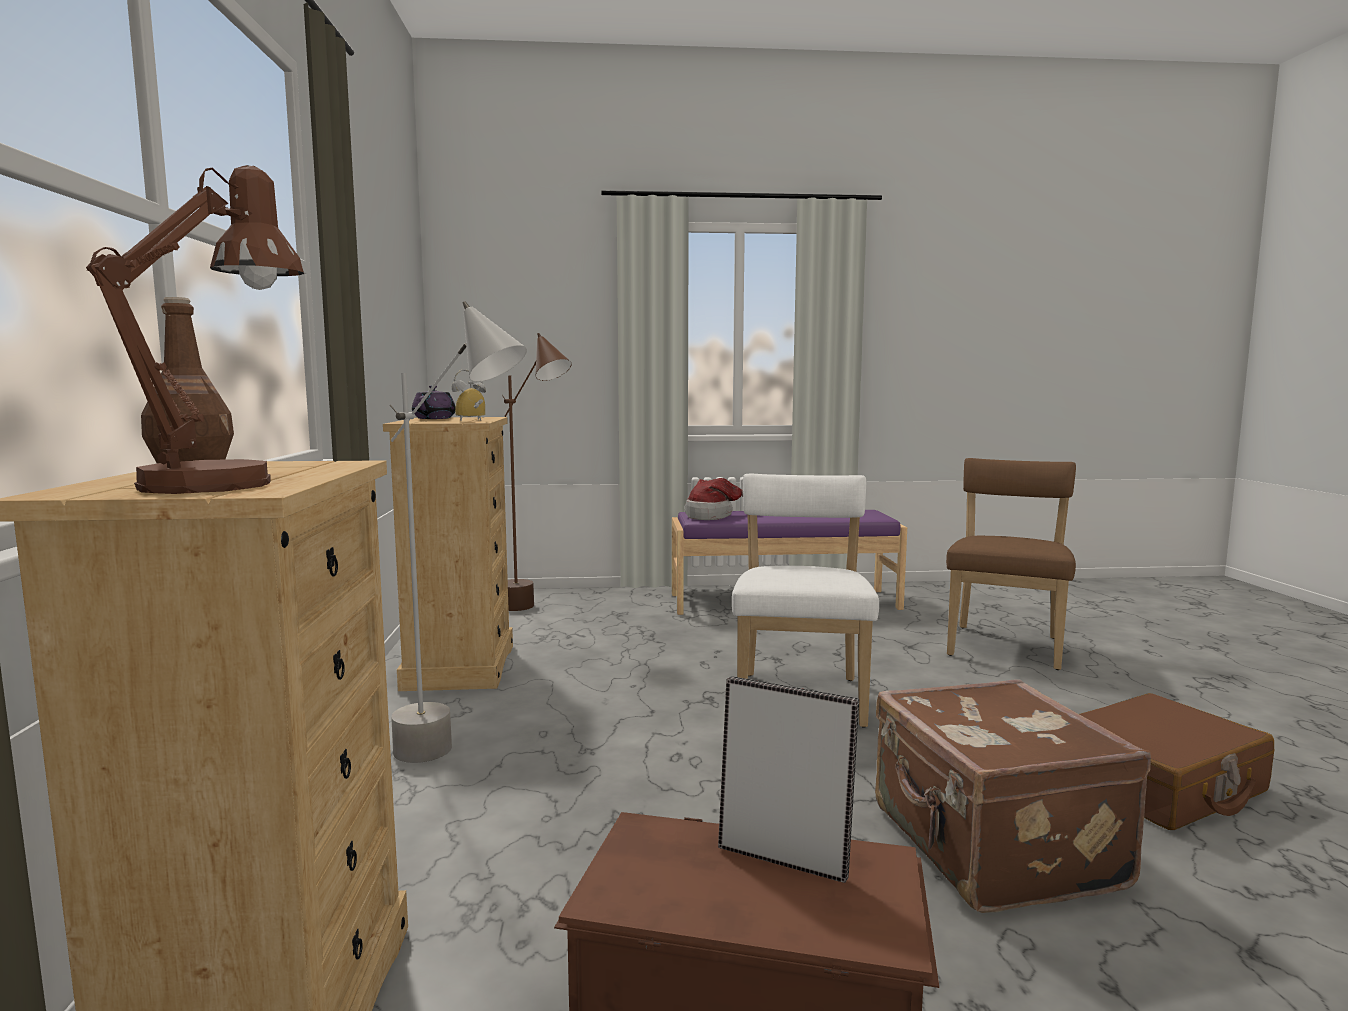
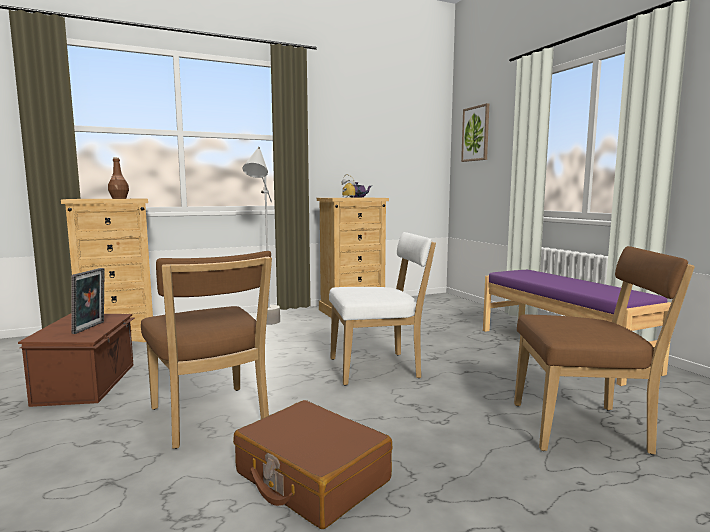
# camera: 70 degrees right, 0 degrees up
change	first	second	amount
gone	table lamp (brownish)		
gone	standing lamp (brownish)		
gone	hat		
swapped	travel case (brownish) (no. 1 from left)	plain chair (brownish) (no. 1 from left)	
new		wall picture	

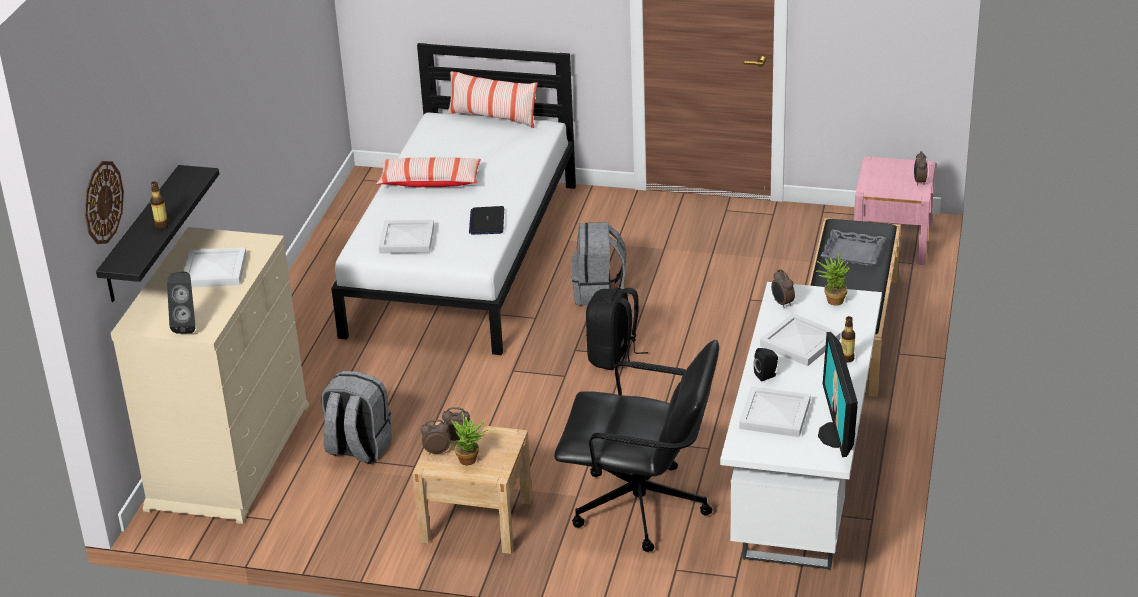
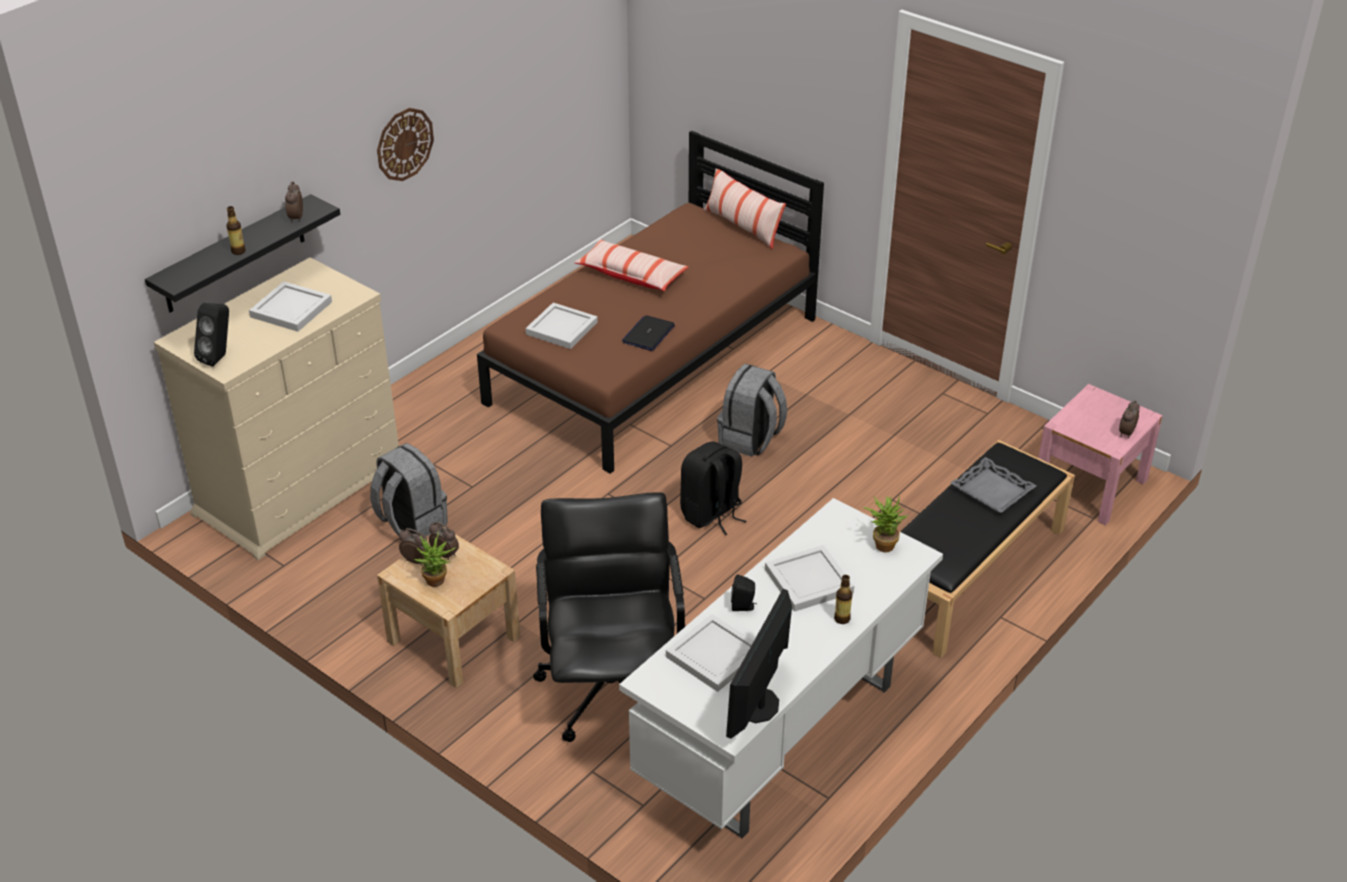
# camera: 25 degrees right, 5 degrees up
change	first	second	amount
repainted	sleeping bed (white-coloured)	sleeping bed (brownish)	
shifted	clock on the wall		
shifted	table clock (no. 3 from left in the first image)	table clock (no. 1 from left)	
rotated	office chair (blackish)		135 degrees counterclockwise

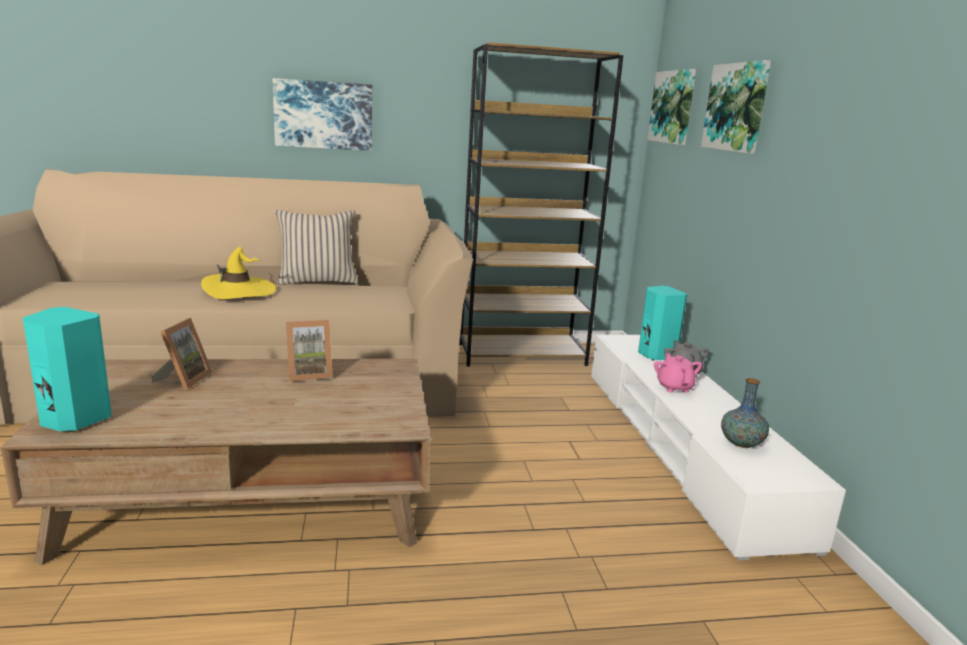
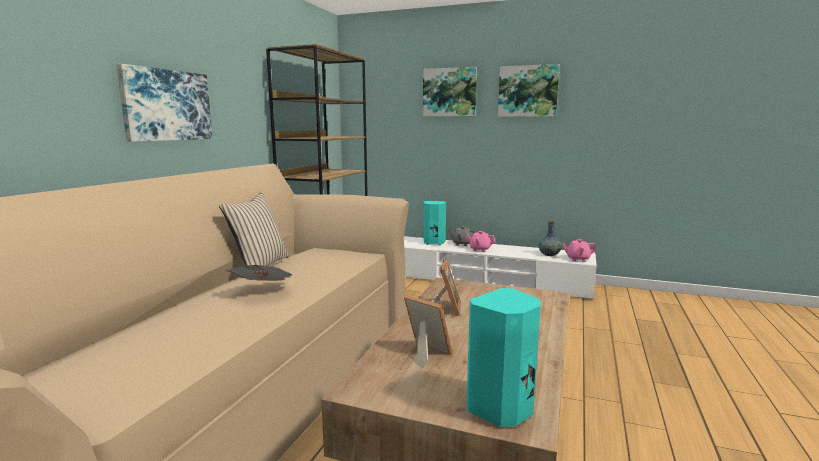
# camera: 60 degrees left, 5 degrees down
change	first	second	amount
shifted	wall picture (no. 2 from left in the first image)	wall picture (no. 3 from left)	
swapped	hat (yellowish)	daily paper	
new		teapot (pink-coloured) (no. 2 from left)	

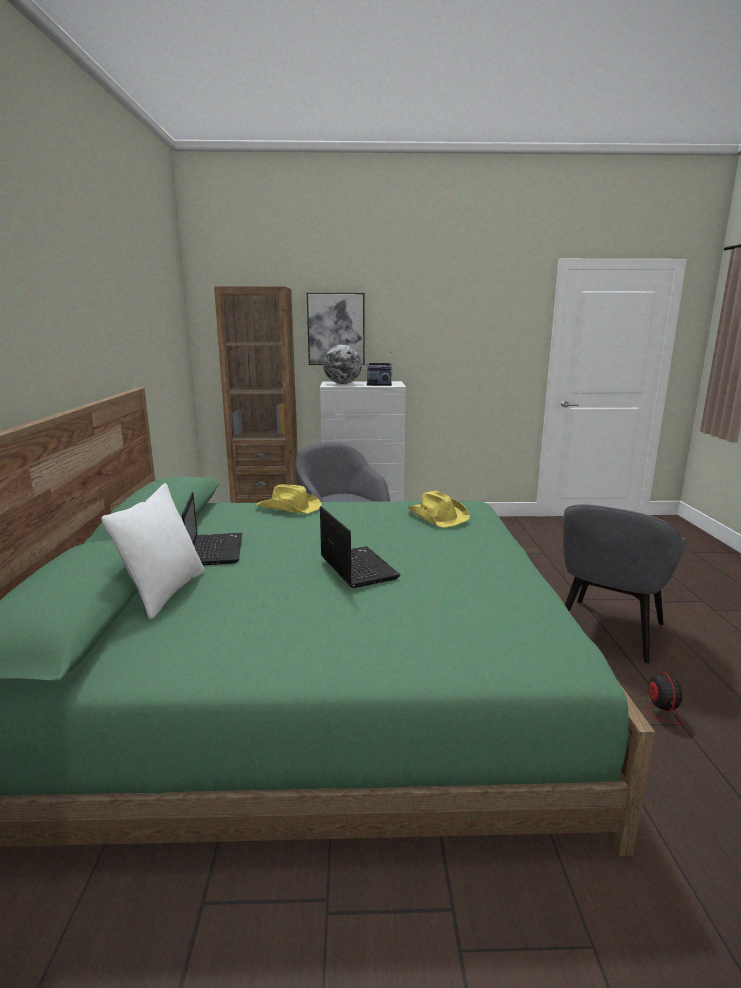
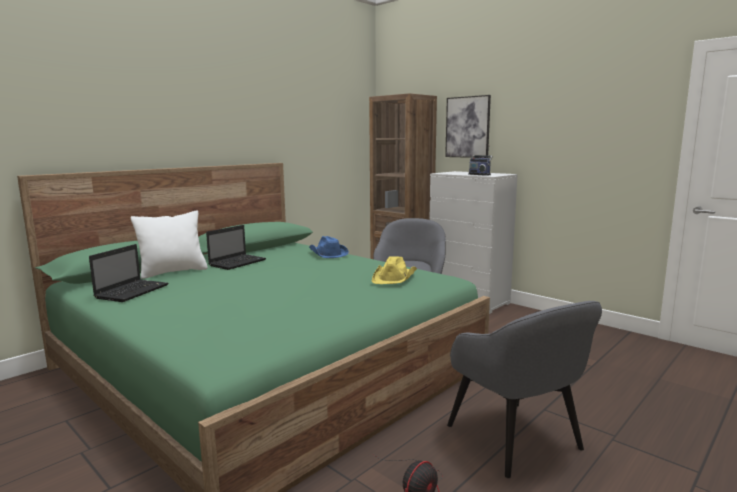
# camera: 45 degrees right, 5 degrees down
change	first	second	amount
gone	globe		
repainted	hat (yellowish) (no. 1 from left)	hat (bluish)	
rotated	easy chair (gray) (no. 2 from left)		105 degrees counterclockwise
shifted	notebook computer (no. 2 from left in the first image)	notebook computer (no. 1 from left)	

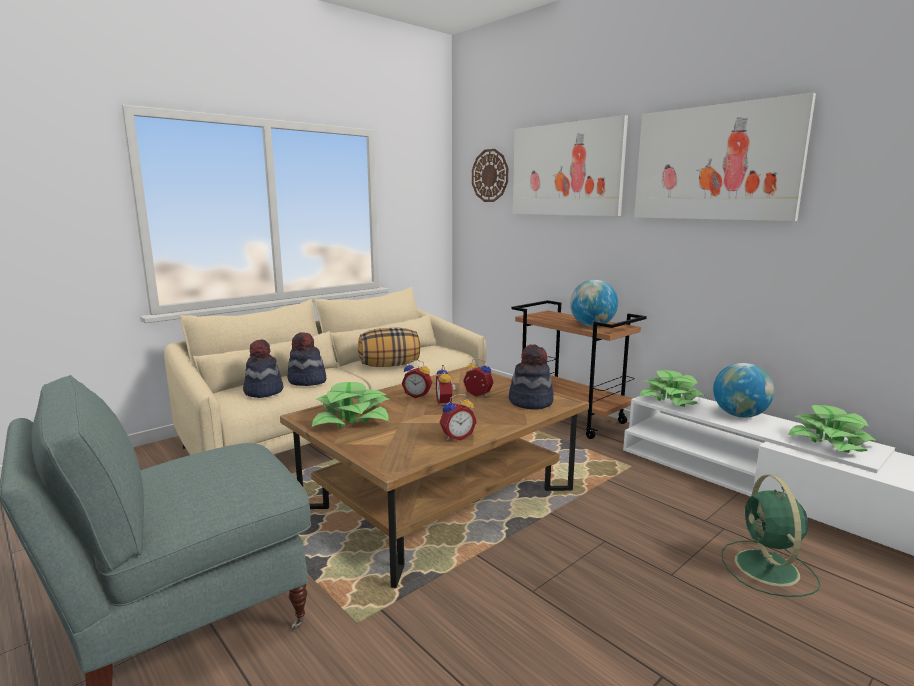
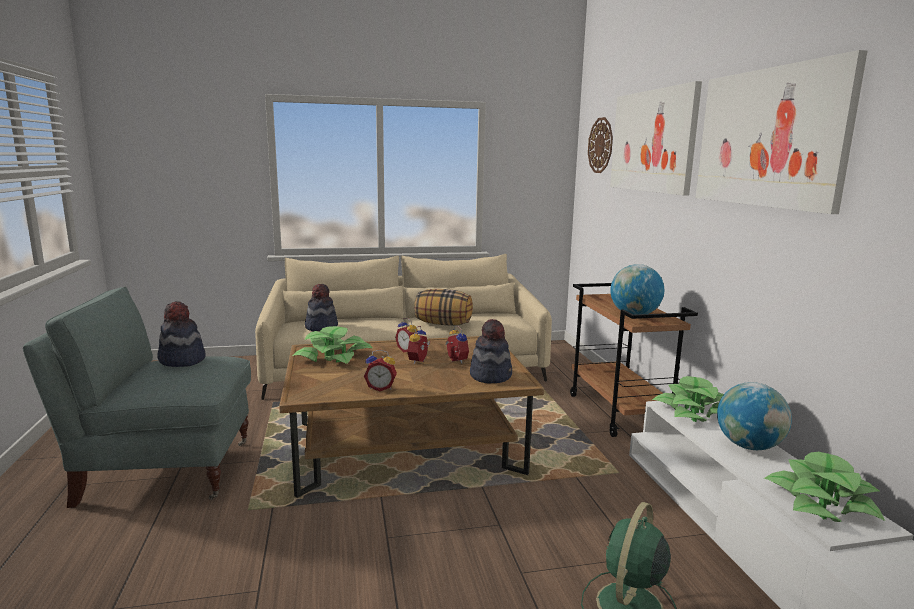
# camera: 30 degrees right, 0 degrees up
change	first	second	amount
shifted	hat (no. 2 from left in the first image)	hat (no. 1 from left)	

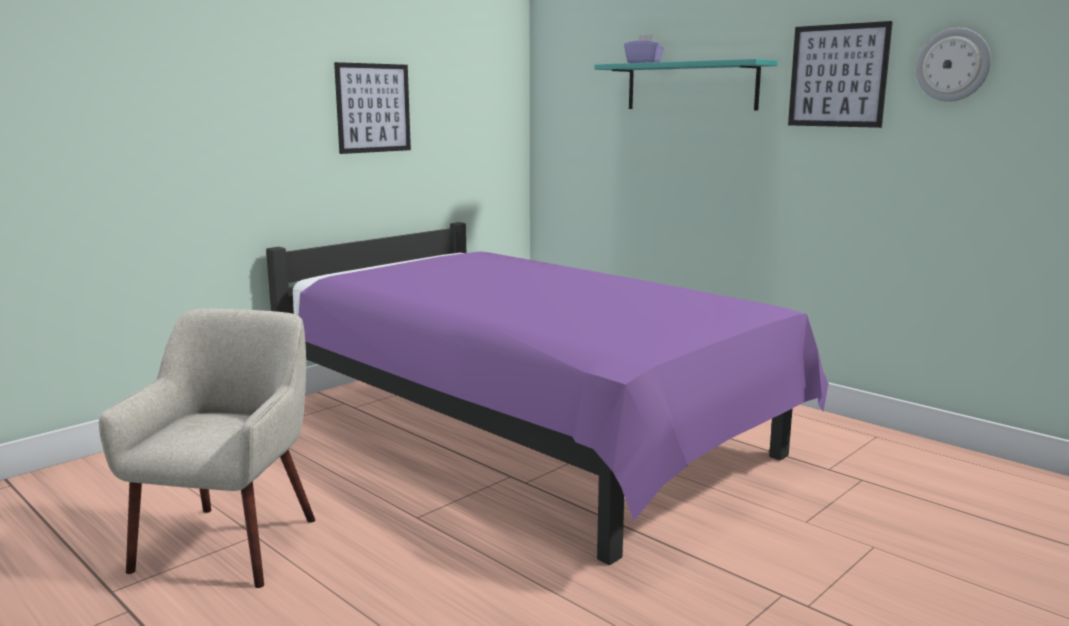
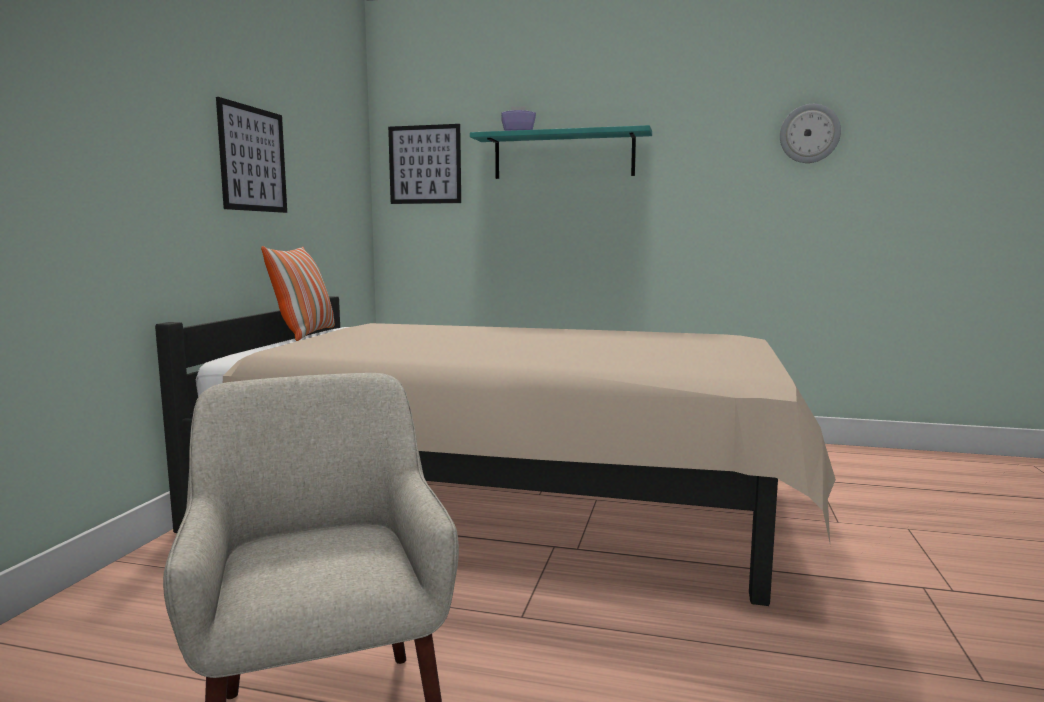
# camera: 30 degrees left, 5 degrees down
change	first	second	amount
shifted	wall picture (no. 2 from left)		
repainted	sleeping bed (purplish)	sleeping bed (beige-coloured)	
new		pillow	

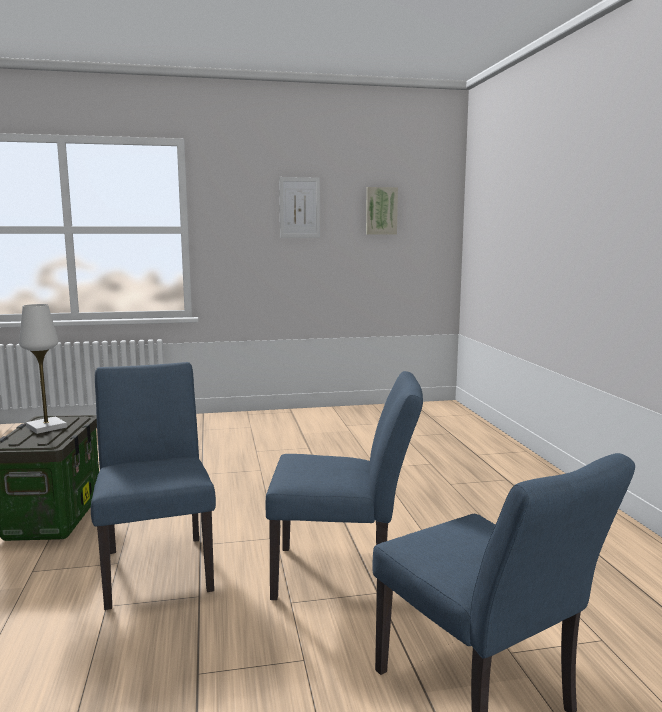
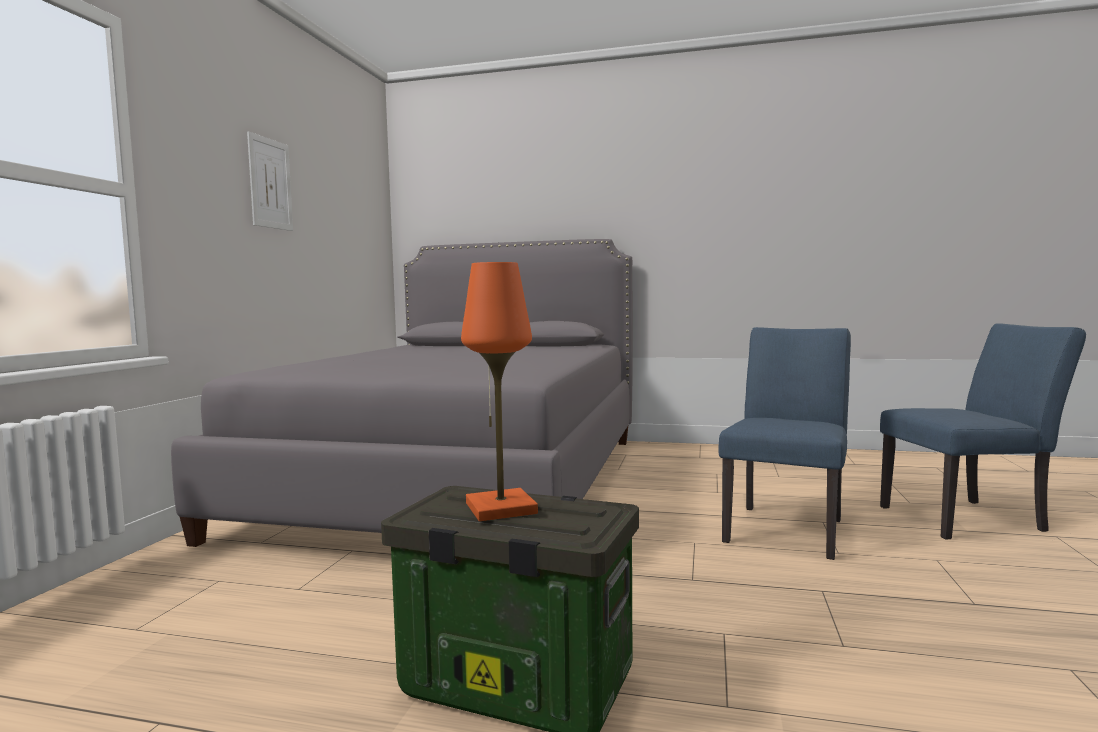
# camera: 65 degrees left, 5 degrees down
change	first	second	amount
gone	wall picture (no. 2 from left)		
repainted	table lamp (white-coloured)	table lamp (orangey)	
gone	plain chair (bluish) (no. 1 from left)		
new		sleeping bed (gray)	

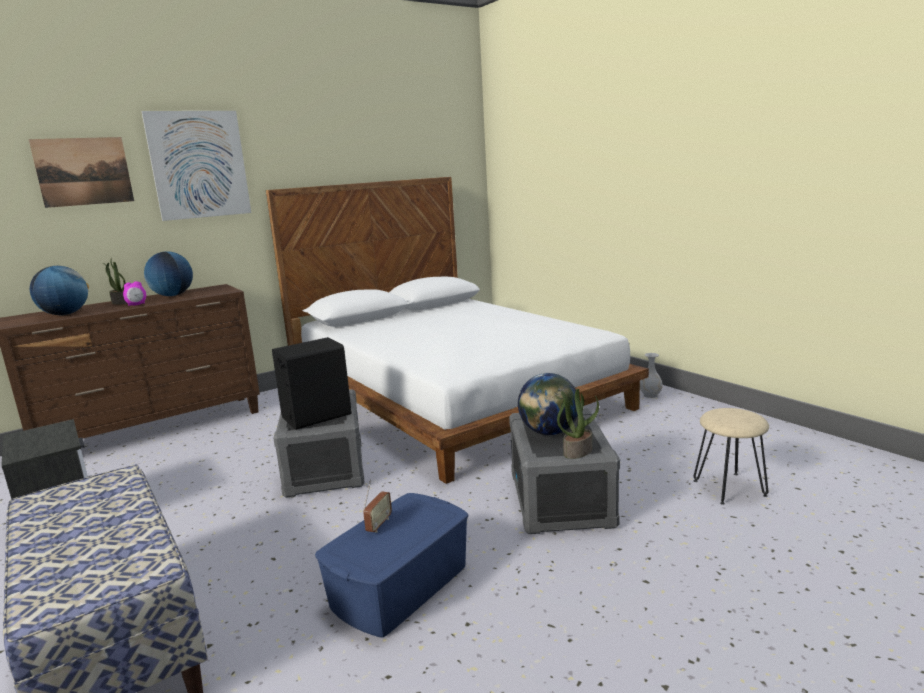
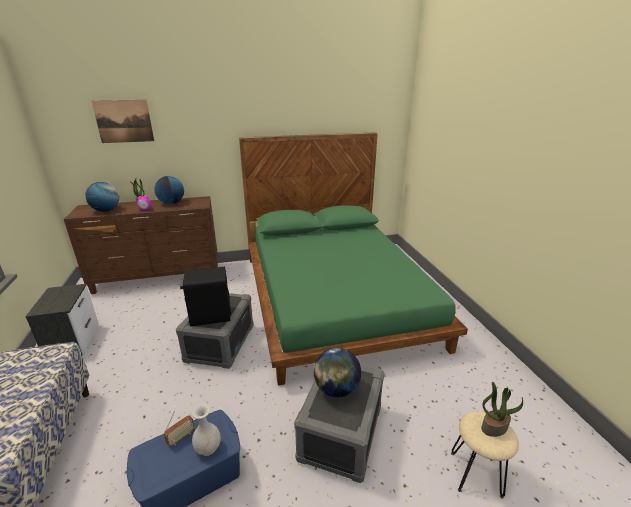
# camera: 20 degrees right, 10 degrees up
change	first	second	amount
gone	wall picture (no. 2 from left)		
repainted	sleeping bed (white-coloured)	sleeping bed (green)	
shifted	vase (white-coloured)		
shifted	houseplant (no. 2 from left)		

